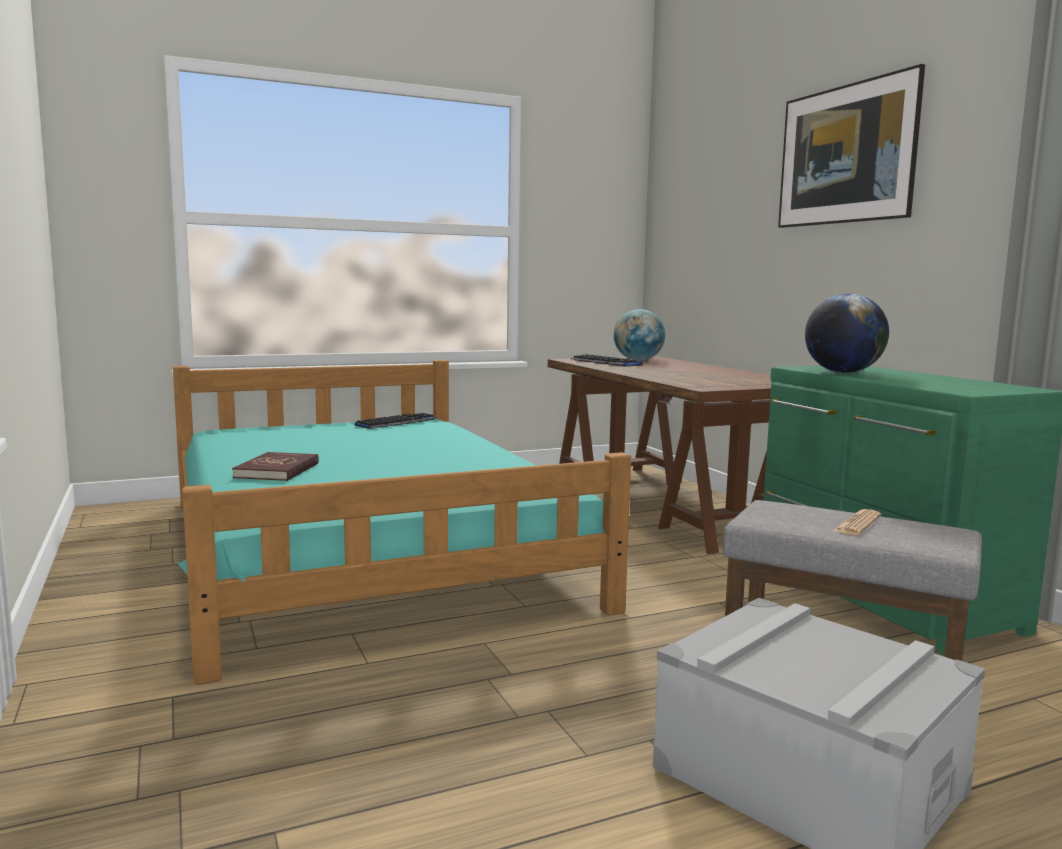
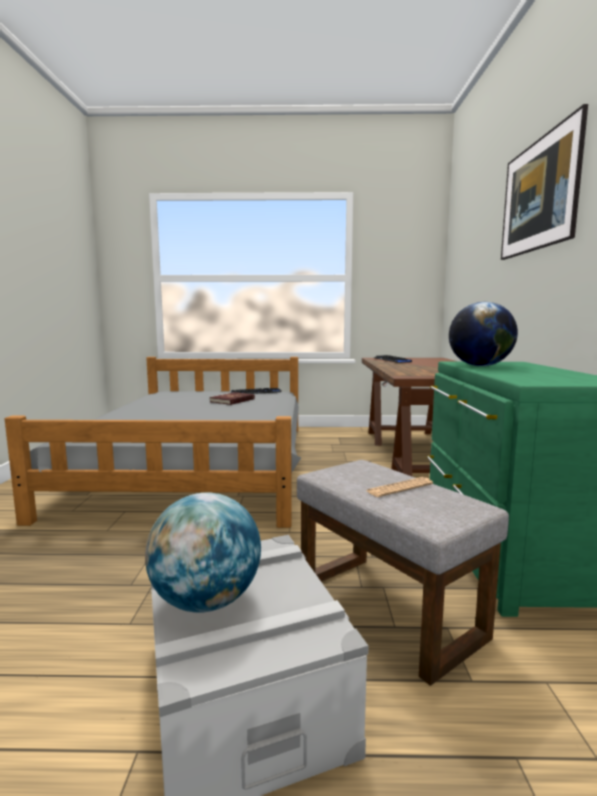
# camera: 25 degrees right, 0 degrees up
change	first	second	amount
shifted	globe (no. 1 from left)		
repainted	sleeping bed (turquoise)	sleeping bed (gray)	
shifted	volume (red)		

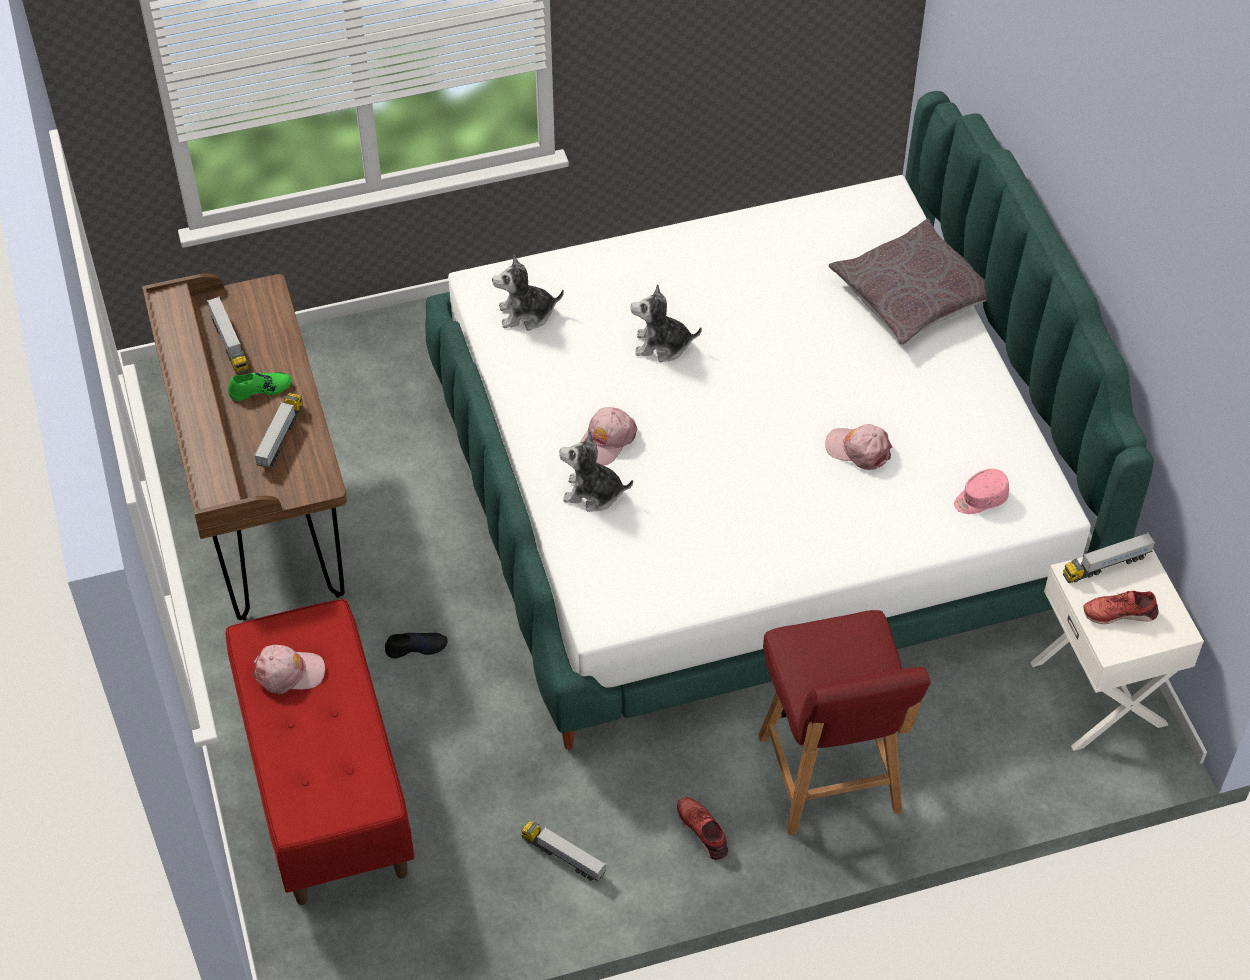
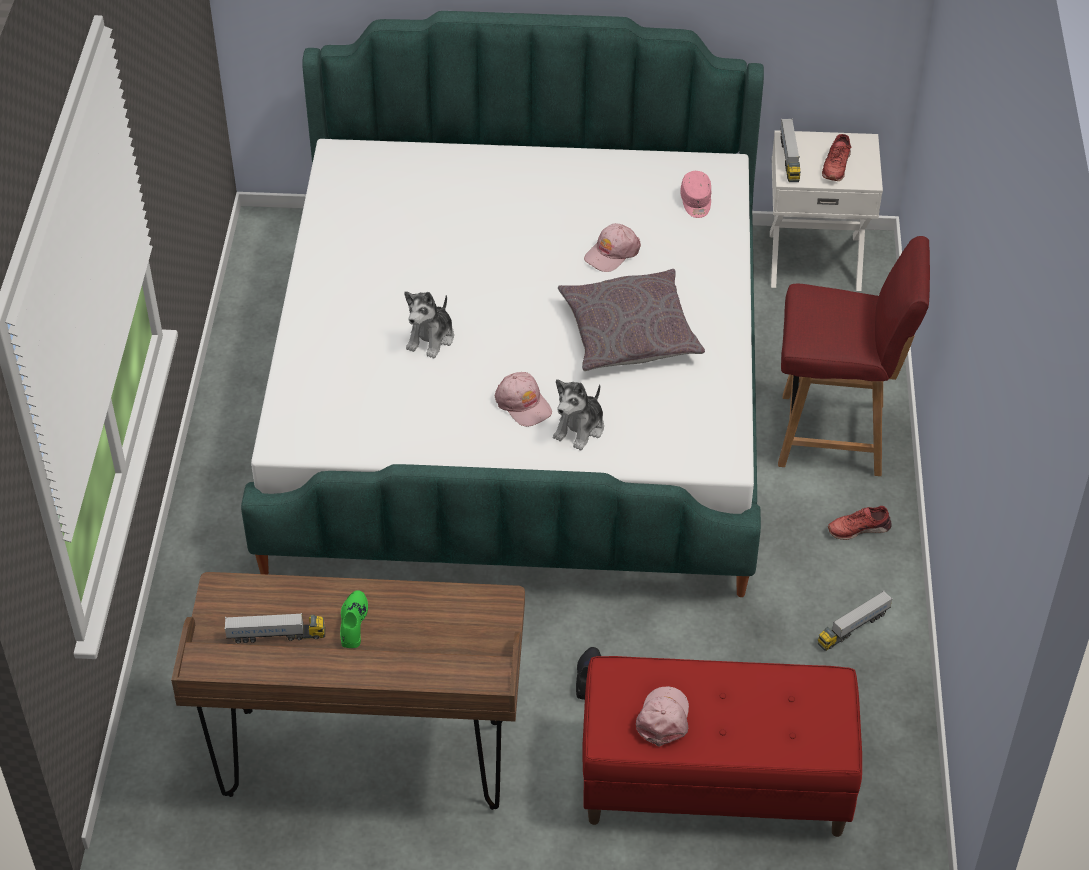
# camera: 70 degrees left, 5 degrees down
change	first	second	amount
shifted	pillow (gray)		
gone	soft toy (no. 1 from left)		
gone	model truck (no. 2 from left)		

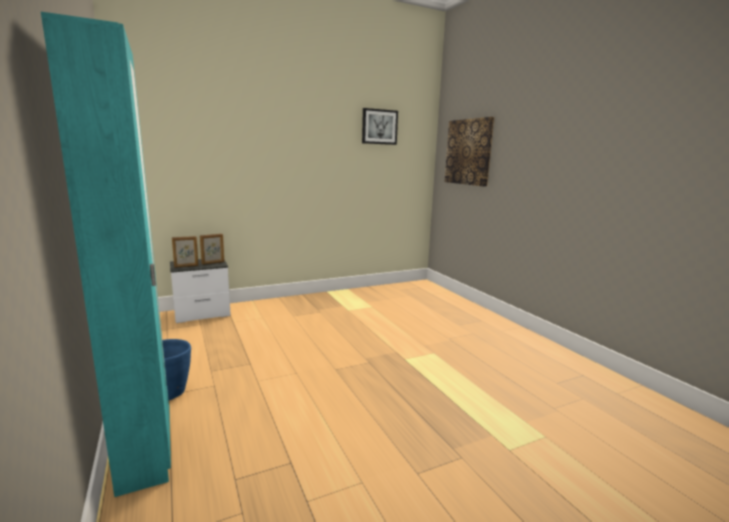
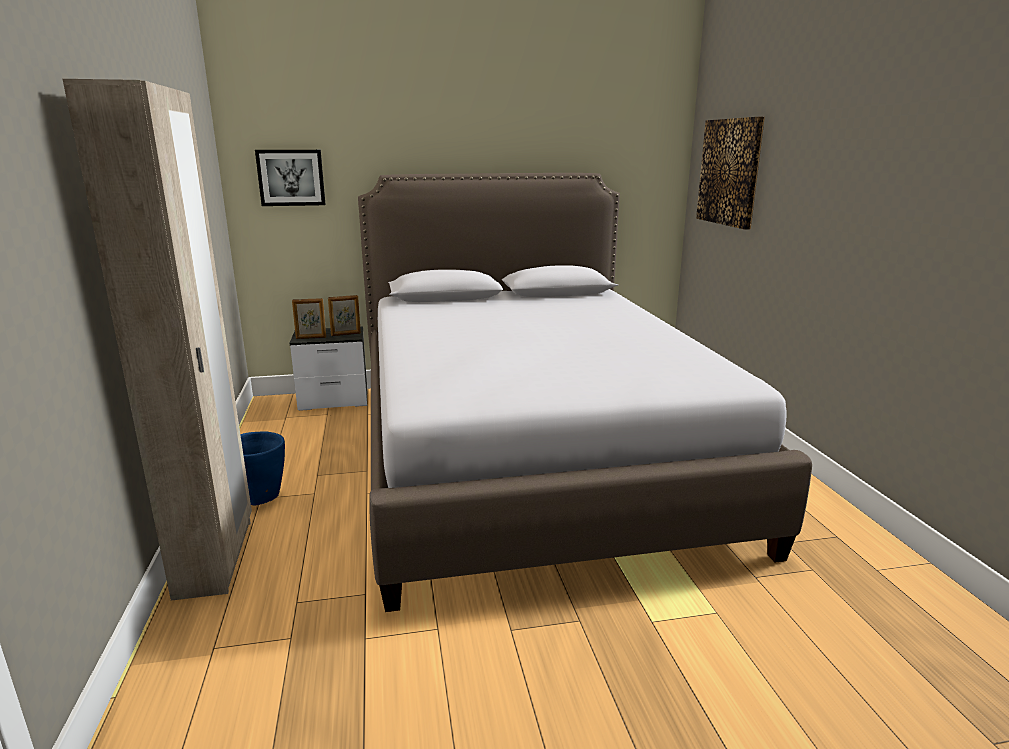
# camera: 15 degrees right, 5 degrees up
change	first	second	amount
repainted	clothes cupboard (turquoise)	clothes cupboard (beige-coloured)	
shifted	wall picture (no. 1 from left)		
new		sleeping bed	

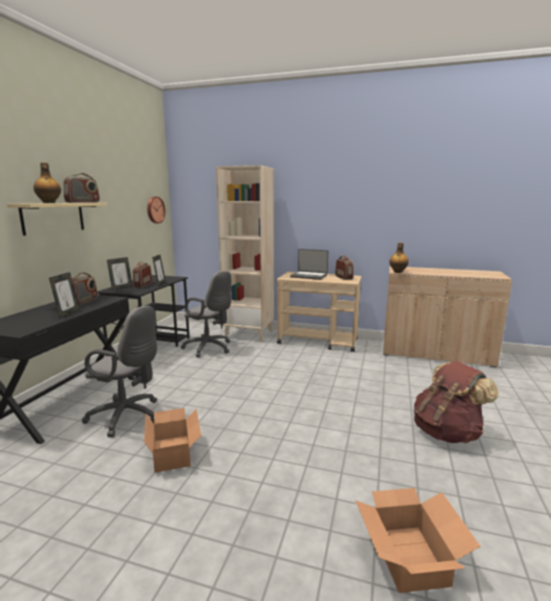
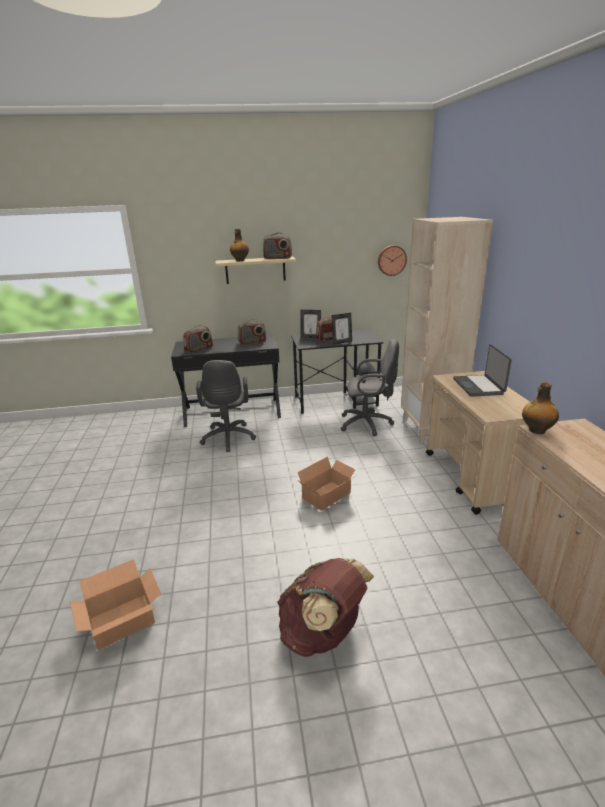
# camera: 65 degrees right, 10 degrees up
change	first	second	amount
shifted	radio receiver (no. 4 from left in the first image)	radio receiver (no. 1 from left)	
rotated	office chair (gray) (no. 2 from left)		90 degrees counterclockwise
gone	picture frame (no. 1 from left)		
shifted	cardboard box (no. 1 from left in the first image)	cardboard box (no. 2 from left)	

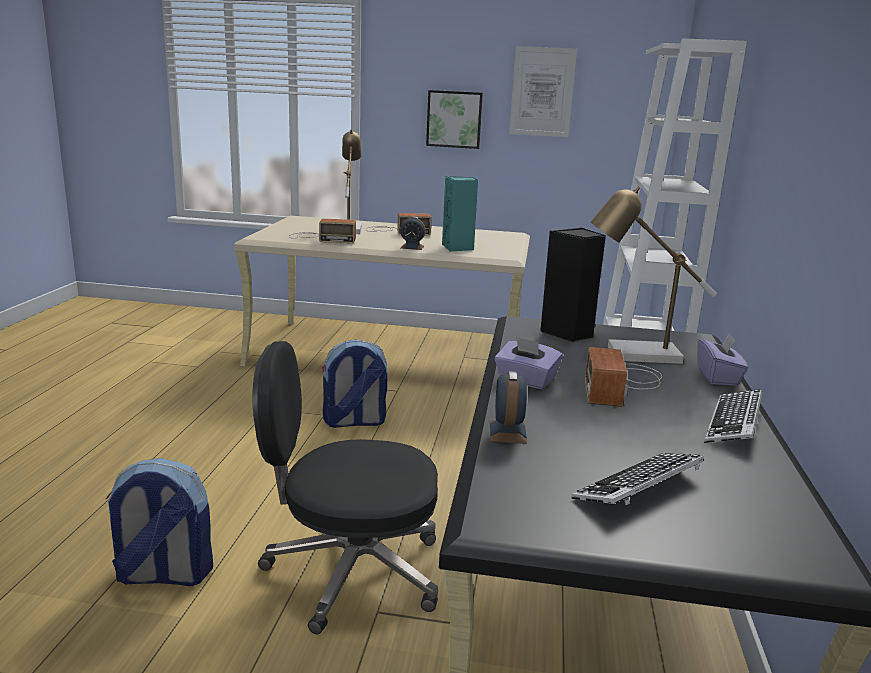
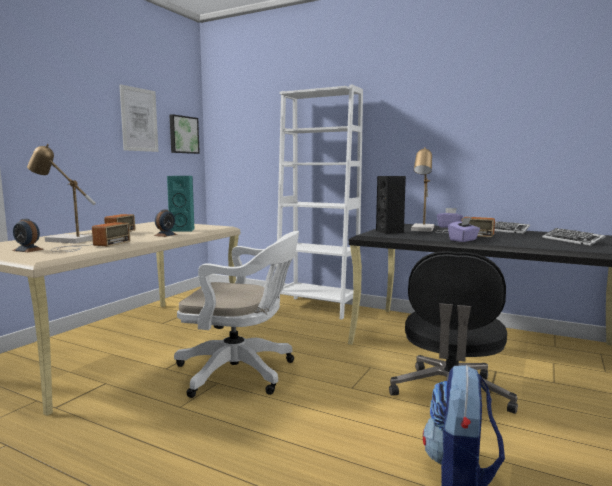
# camera: 70 degrees left, 10 degrees down
change	first	second	amount
shifted	wall picture (no. 1 from left in the first image)	wall picture (no. 2 from left)	
swapped	knapsack (no. 2 from left)	office chair (white-coloured)	
shifted	table clock (no. 2 from left in the first image)	table clock (no. 1 from left)	

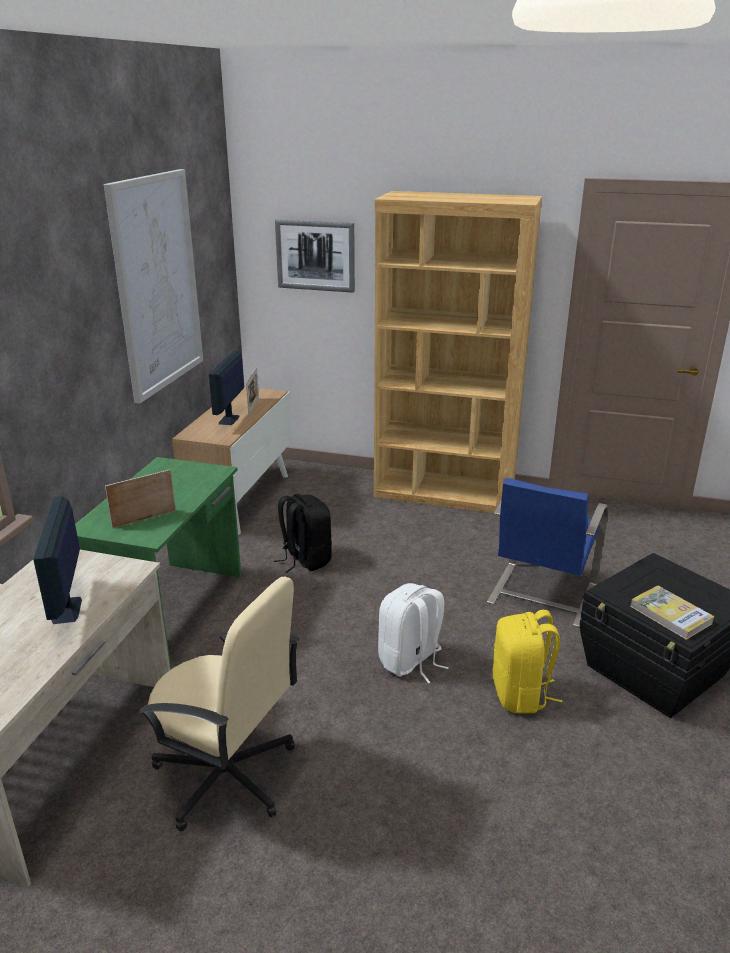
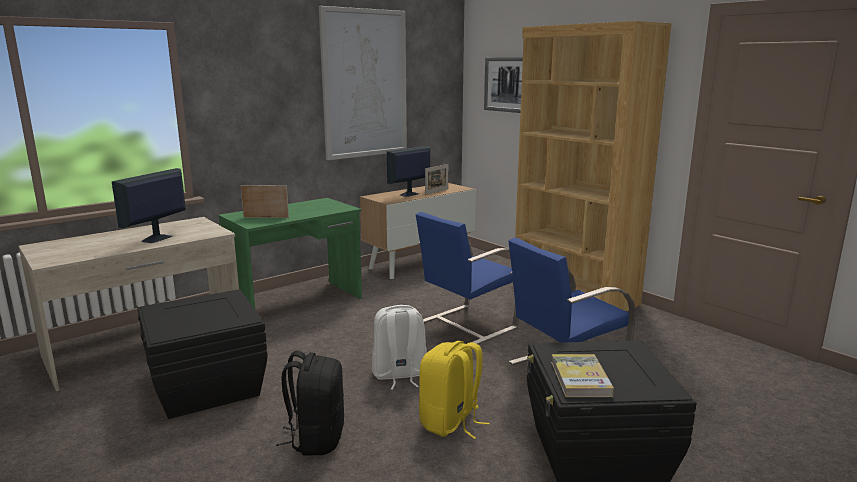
# camera: 35 degrees right, 10 degrees down
change	first	second	amount
shifted	knapsack (blackish)		
swapped	office chair (beige-coloured)	storage box (blackish) (no. 1 from left)	
new		plain chair (bluish) (no. 1 from left)	

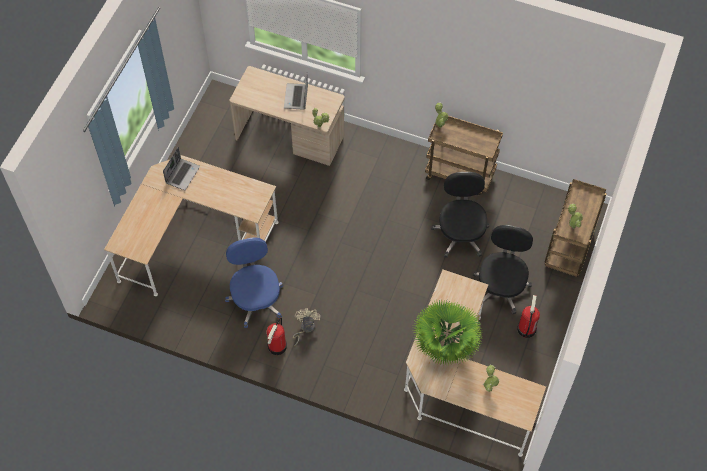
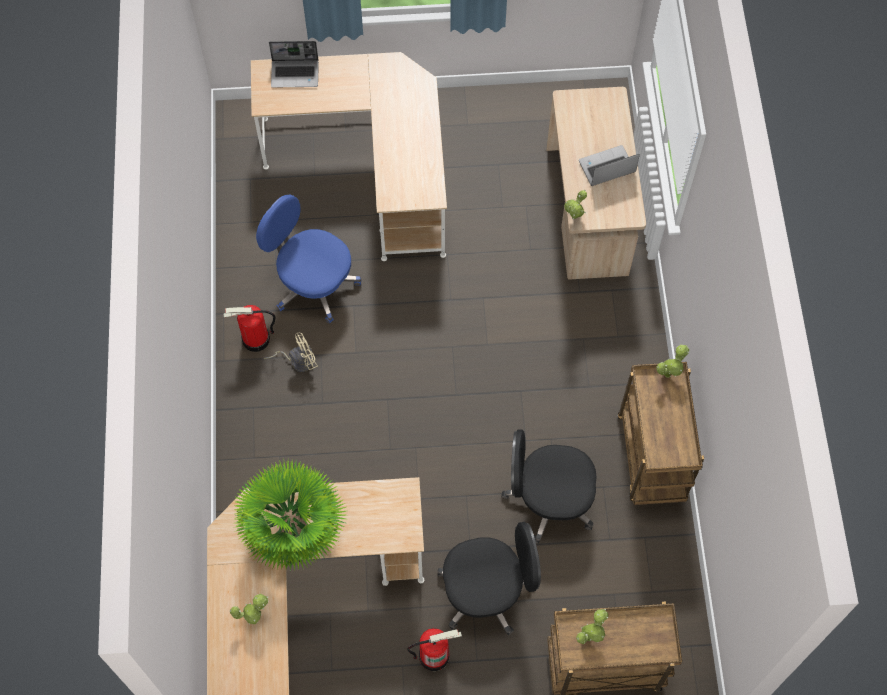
# camera: 65 degrees right, 5 degrees up
change	first	second	amount
shifted	notebook computer (no. 1 from left)		
rotated	office chair (blackish) (no. 1 from left in the first image)	office chair (blackish) (no. 2 from left)	150 degrees counterclockwise
rotated	office chair (bluish)		105 degrees counterclockwise

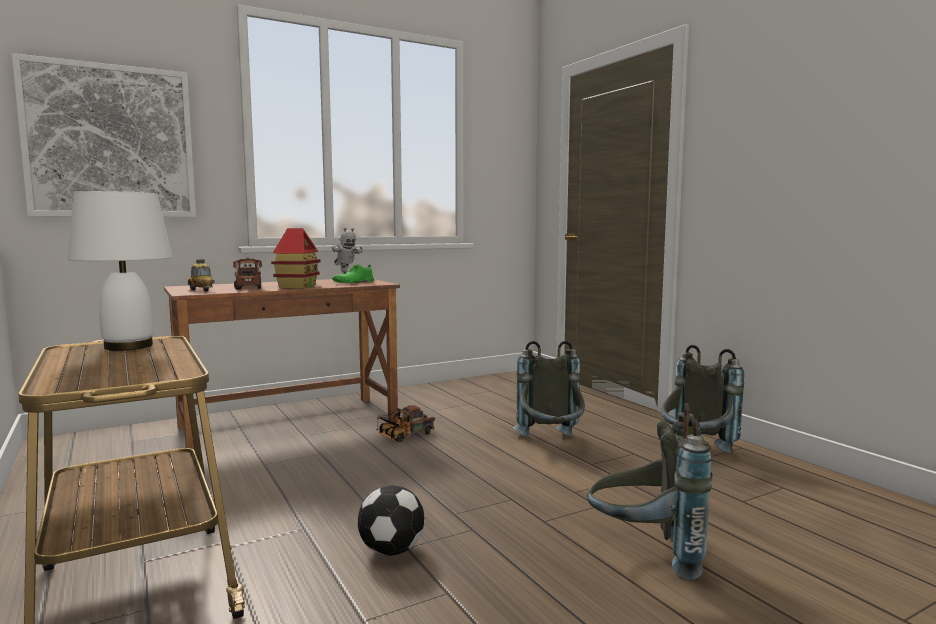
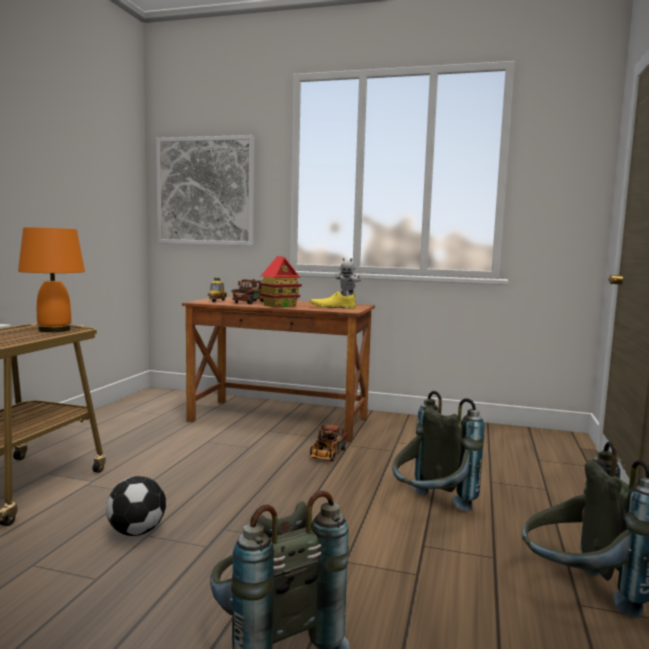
# camera: 45 degrees right, 0 degrees up
change	first	second	amount
repainted	table lamp (white-coloured)	table lamp (orangey)	
repainted	item of footwear (green)	item of footwear (yellowish)	
rotated	model truck (no. 2 from left)		75 degrees counterclockwise

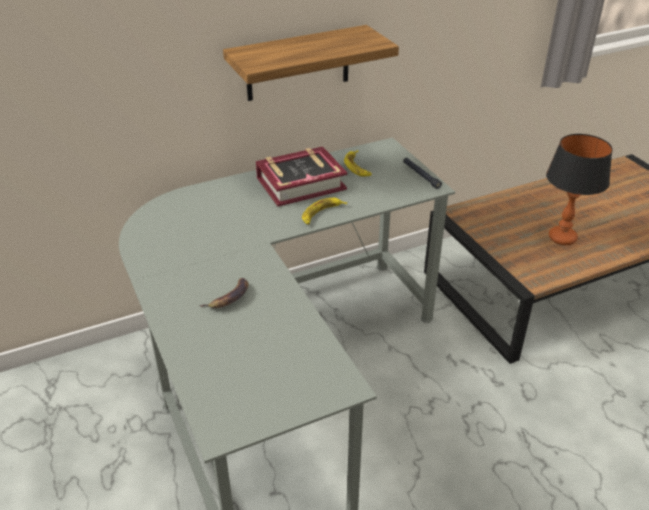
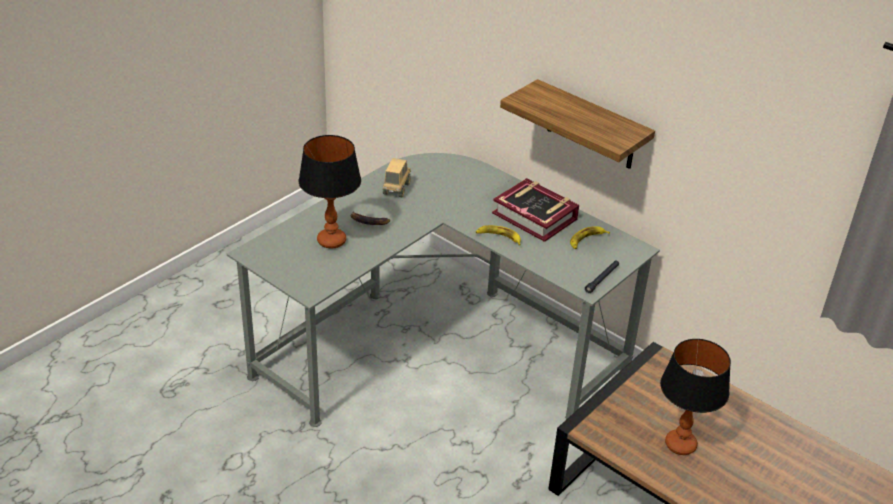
# camera: 65 degrees right, 0 degrees up
change	first	second	amount
new		table lamp (no. 1 from left)	
new		model truck	

